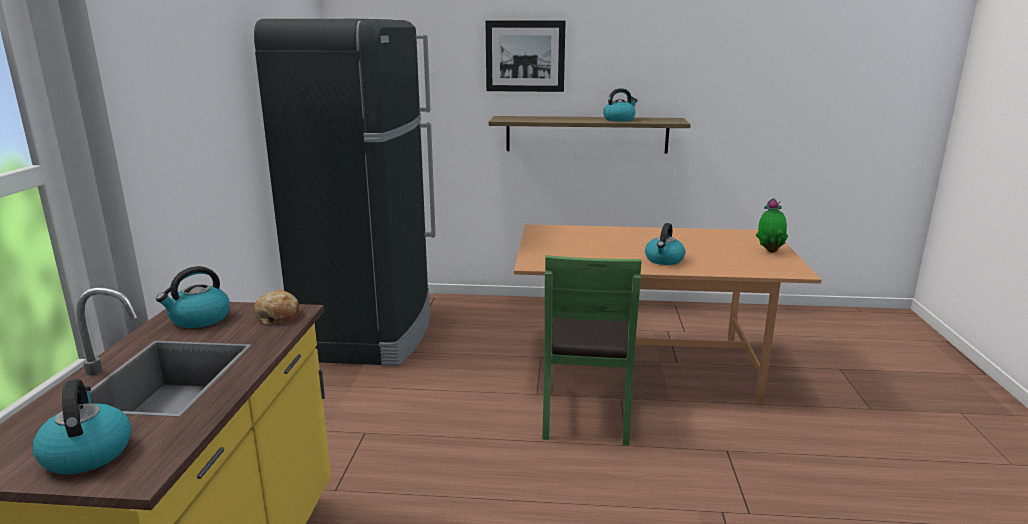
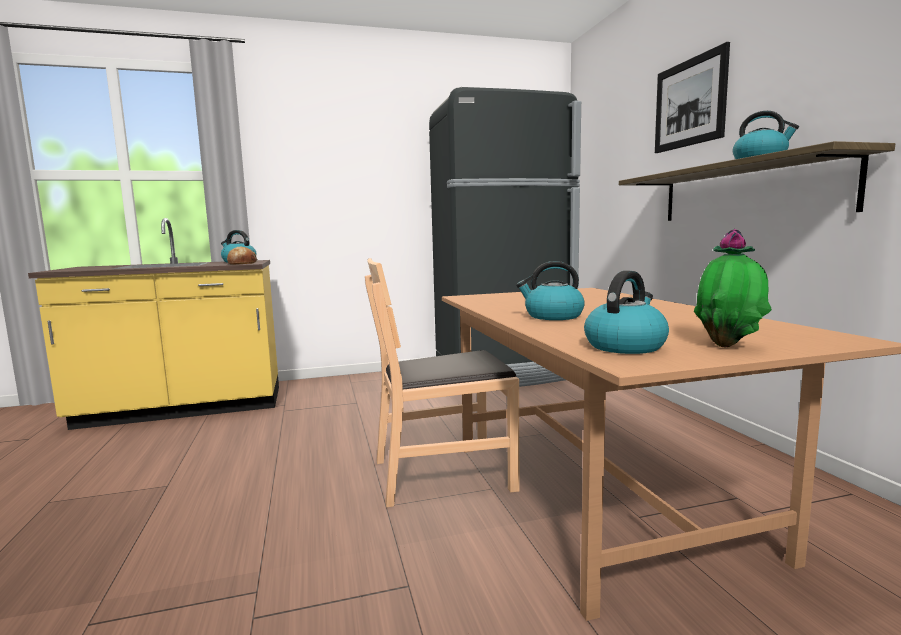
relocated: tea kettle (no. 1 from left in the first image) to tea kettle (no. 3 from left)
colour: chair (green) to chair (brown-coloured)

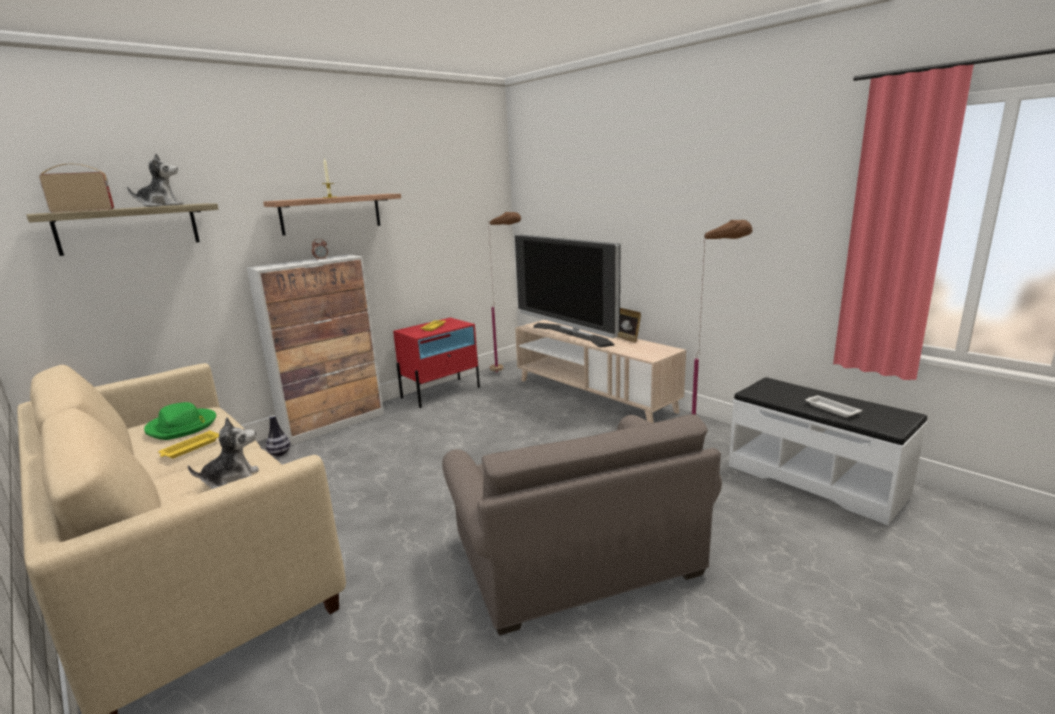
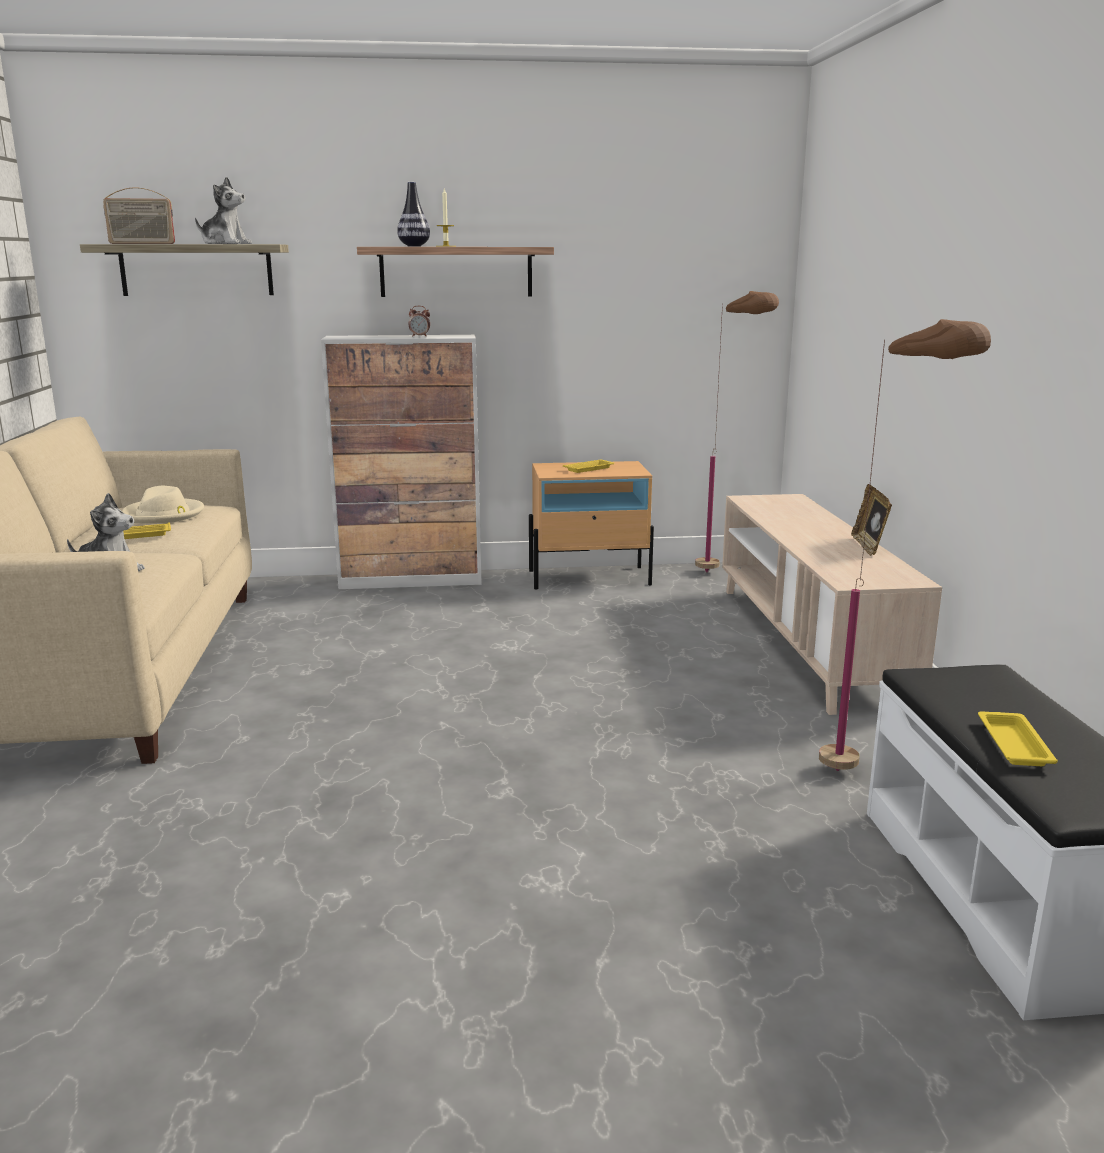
missing: easy chair (greyish); television
relocated: decorative vase
colour: clothing hat (green) to clothing hat (beige); night table (red) to night table (beige); serving tray (whitish) to serving tray (yellow) (no. 3 from left)
spun: radio set 150 degrees clockwise

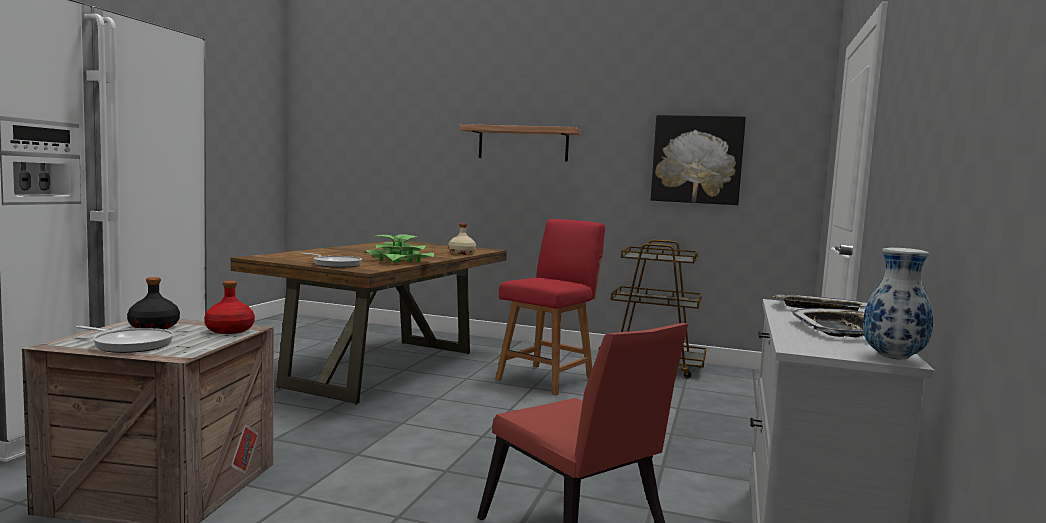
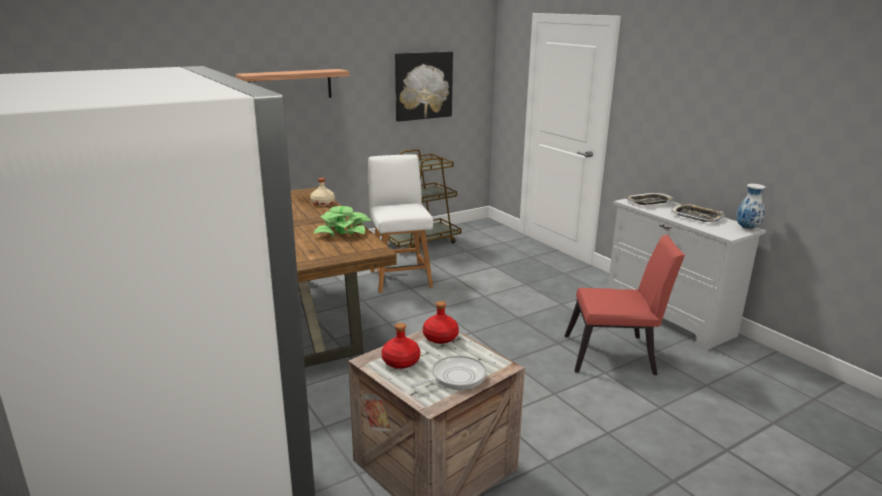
missing: skillet (no. 2 from left)
colour: chair (red) (no. 1 from left) to chair (whitish); bottle (blackish) to bottle (red) (no. 1 from left)

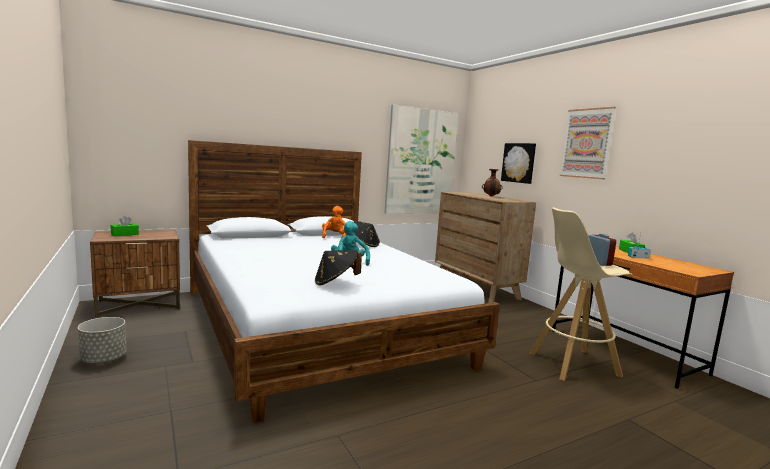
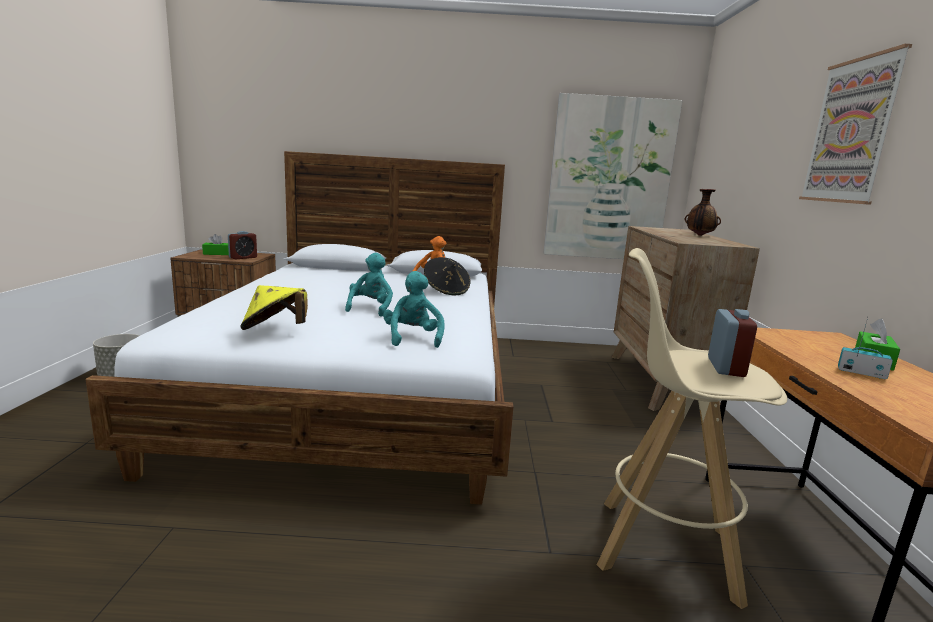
missing: wall picture (no. 2 from left)
appeared: table clock (no. 1 from left); plush toy (turquoise) (no. 2 from left)
colour: clothing hat (blackish) (no. 1 from left) to clothing hat (yellow)

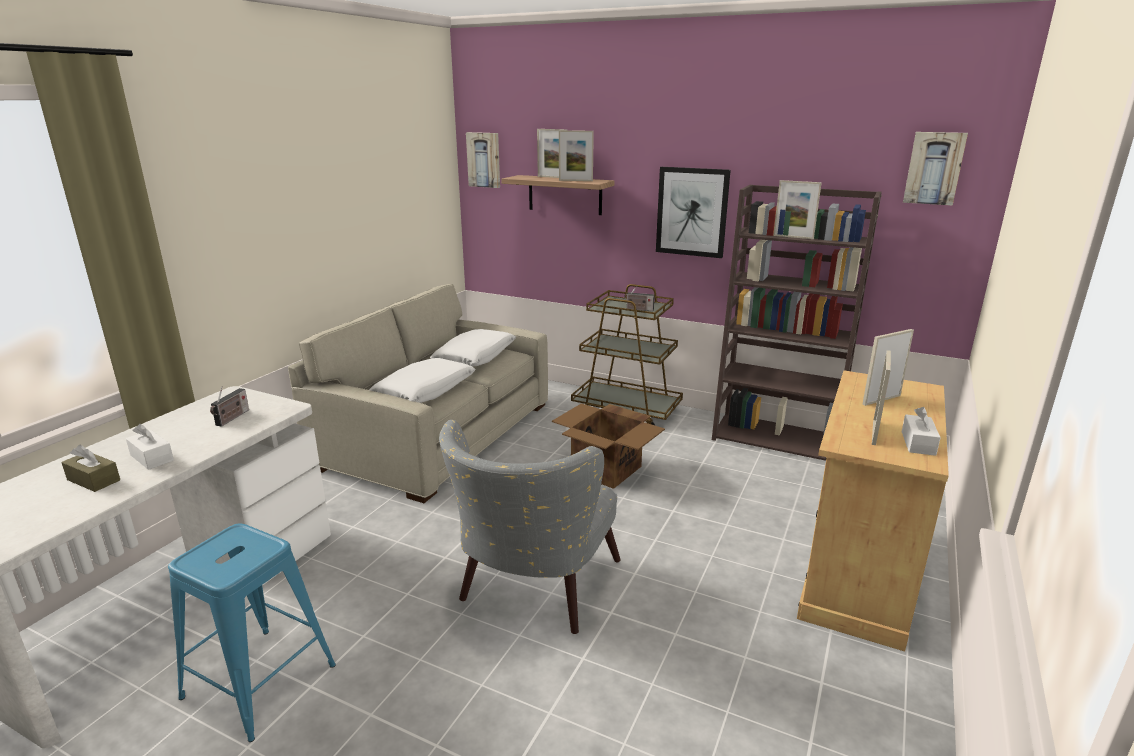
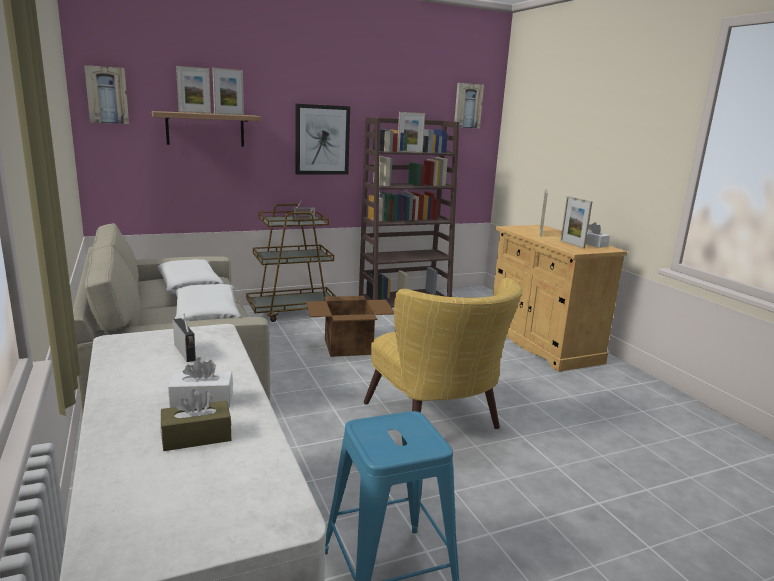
colour: easy chair (greyish) to easy chair (yellow)

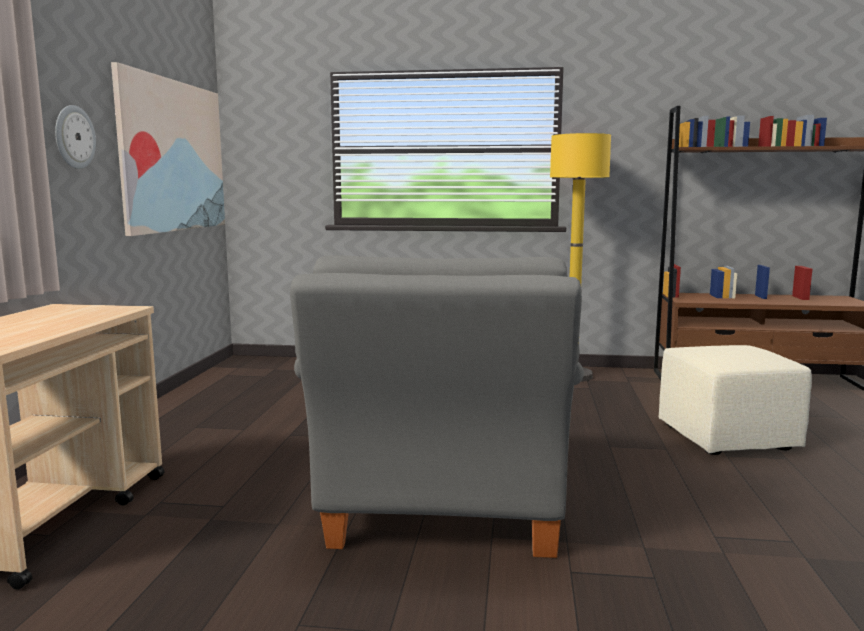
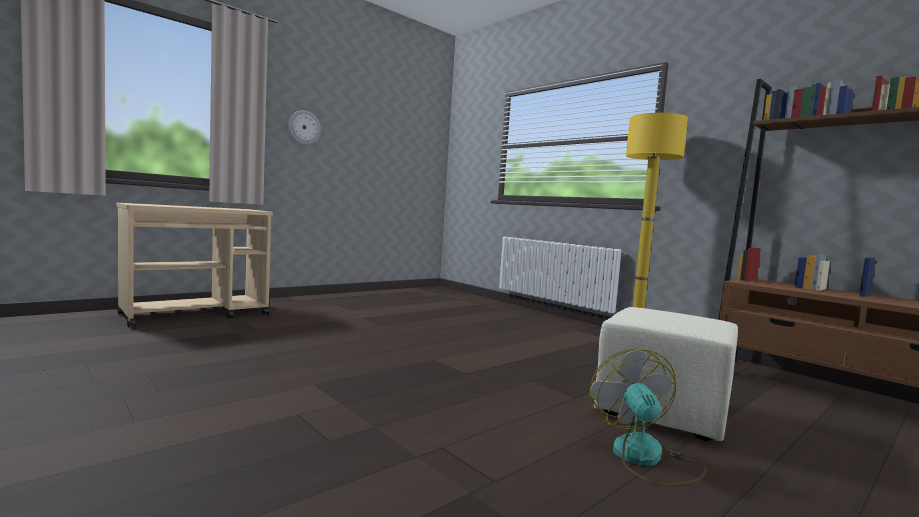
missing: wall picture; easy chair (greyish)
appeared: cooling fan

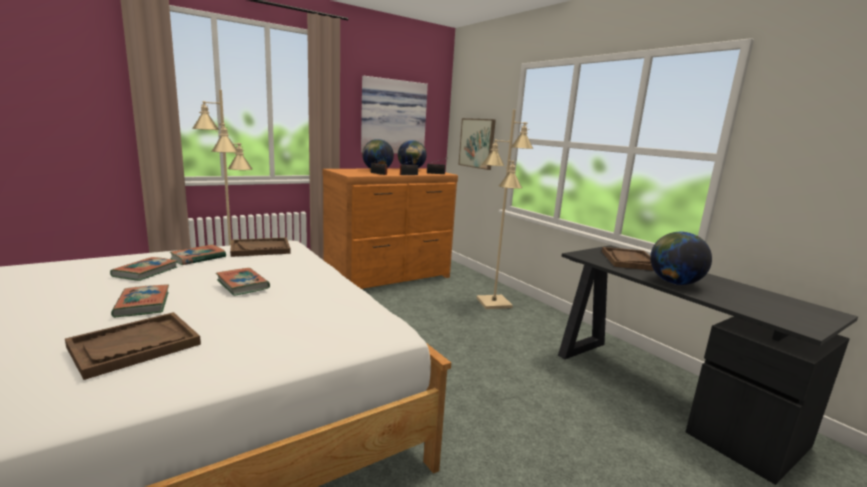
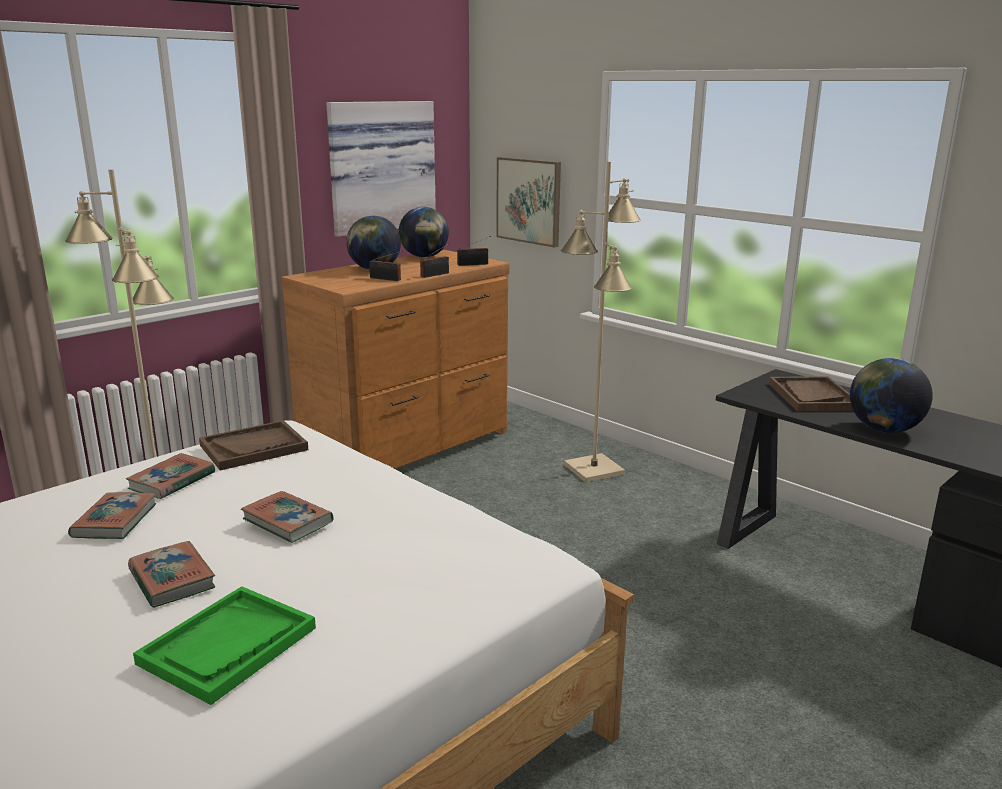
colour: serving tray (brown-coloured) (no. 1 from left) to serving tray (green)

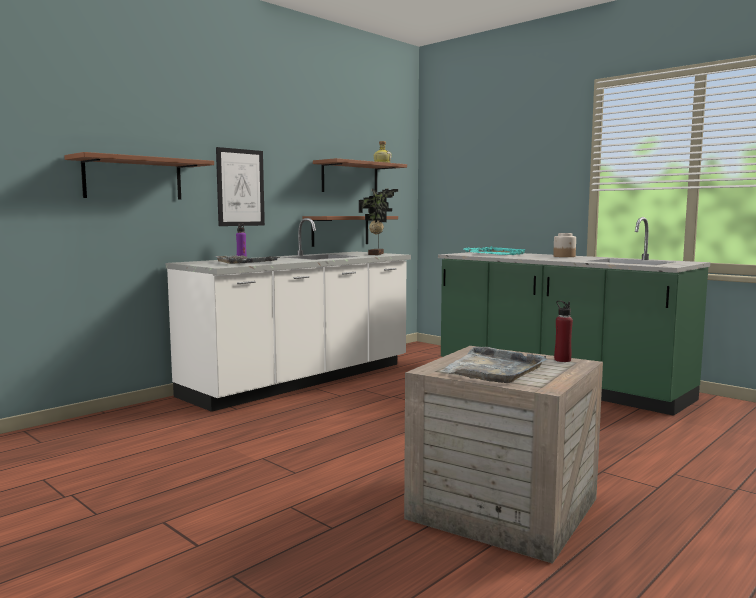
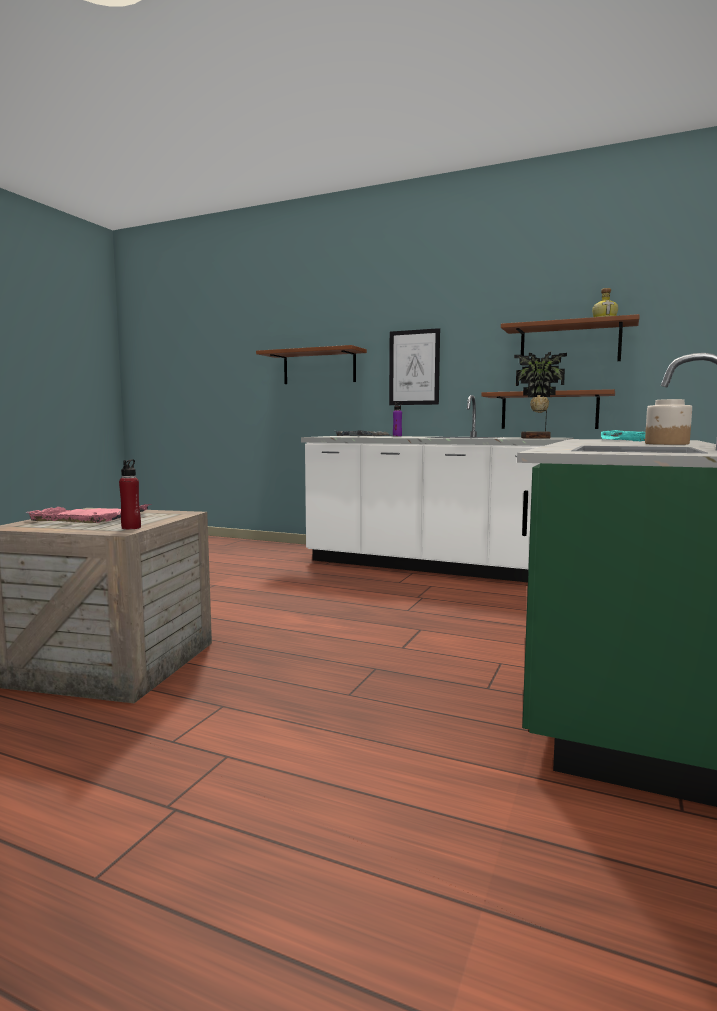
colour: serving tray (greyish) (no. 2 from left) to serving tray (pink-coloured)

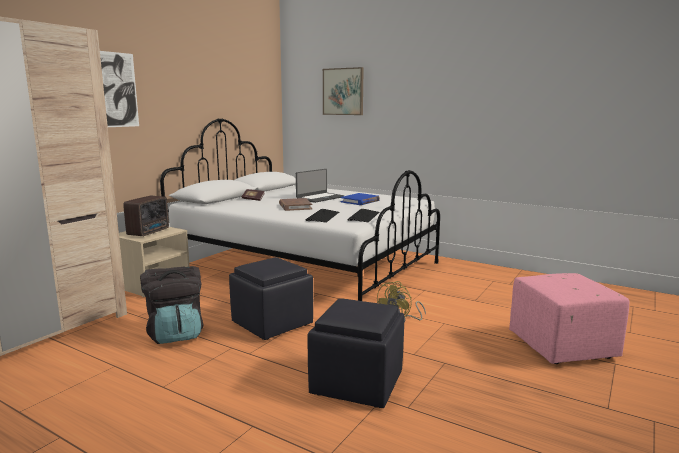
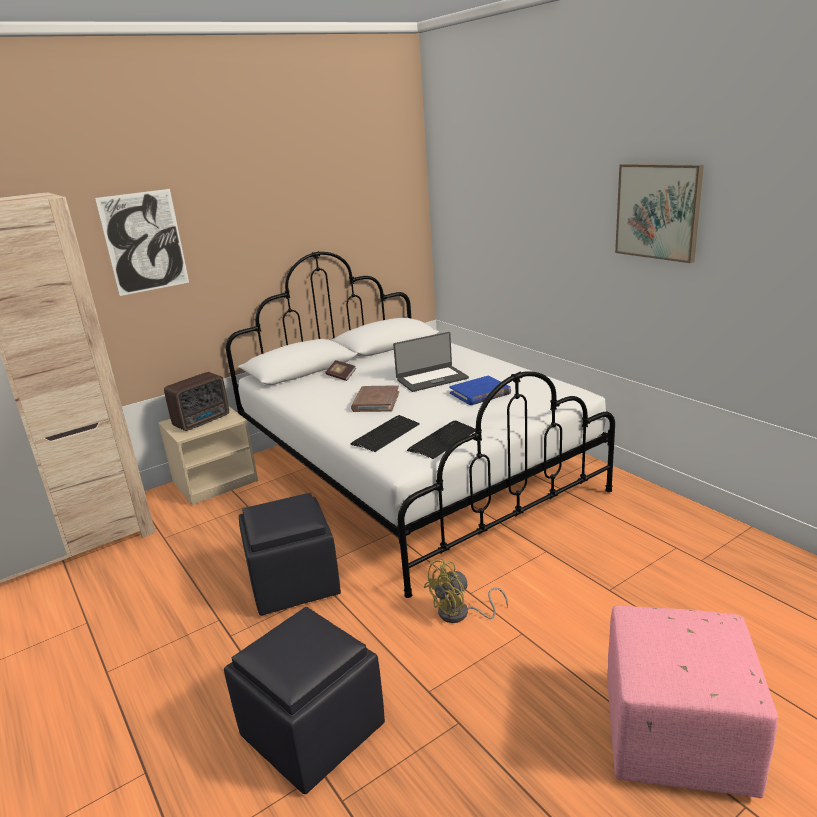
missing: backpack (blackish)
relocated: wall picture (no. 2 from left)

